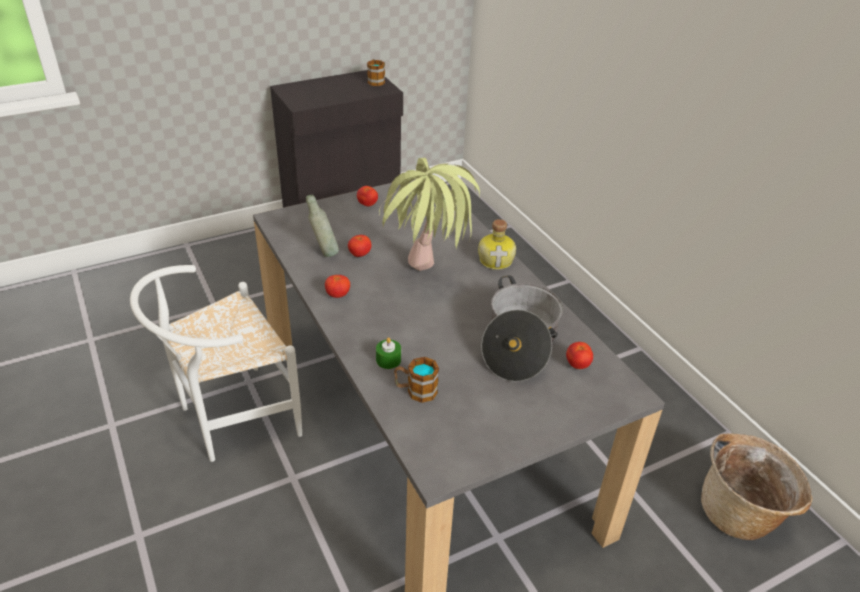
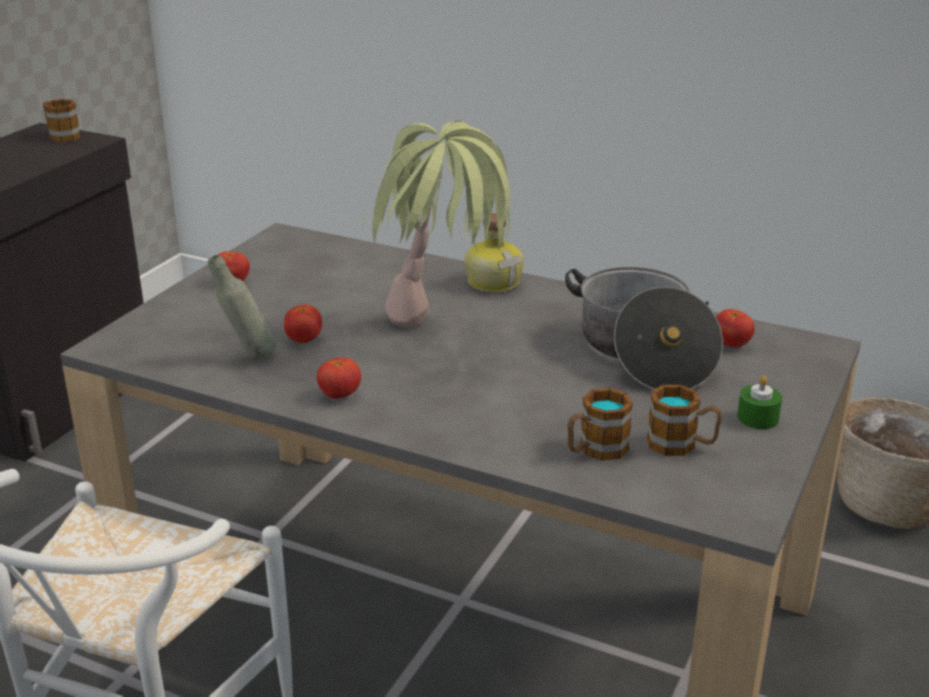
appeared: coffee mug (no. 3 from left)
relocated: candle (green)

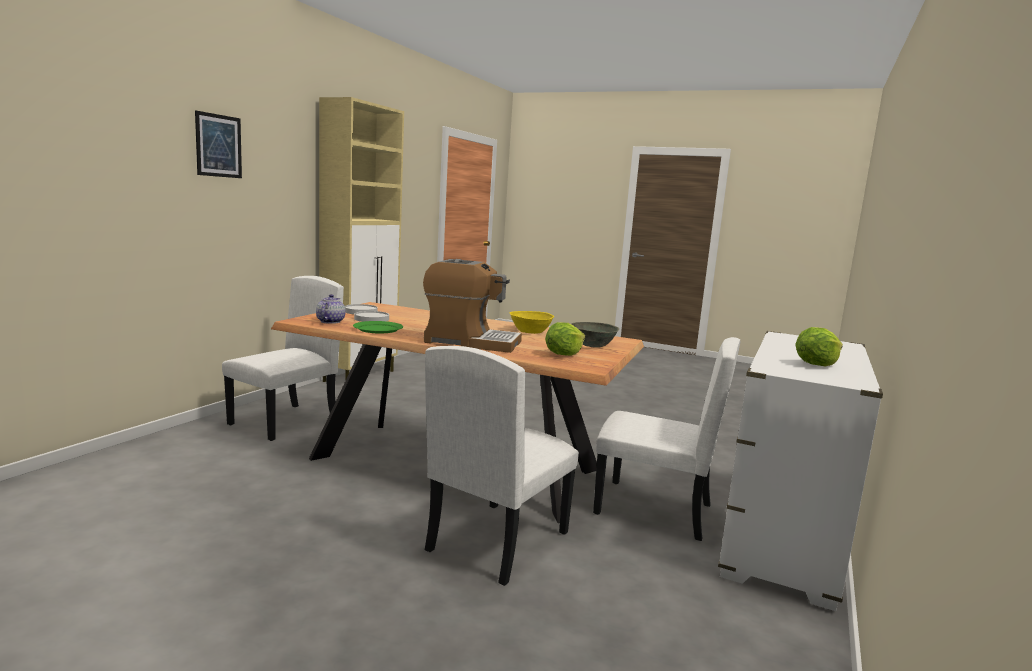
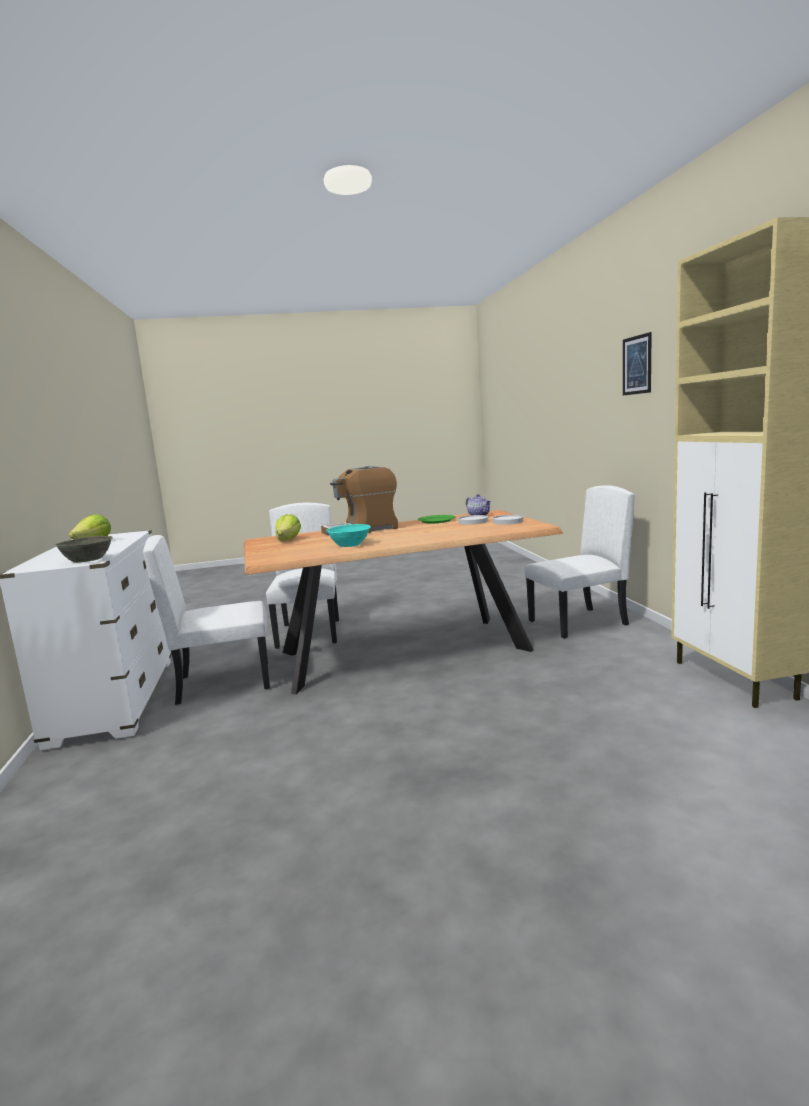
relocated: bowl (greyish)
colour: bowl (yellow) to bowl (turquoise)
spun: chair (whitish) (no. 1 from left in the first image) 105 degrees counterclockwise

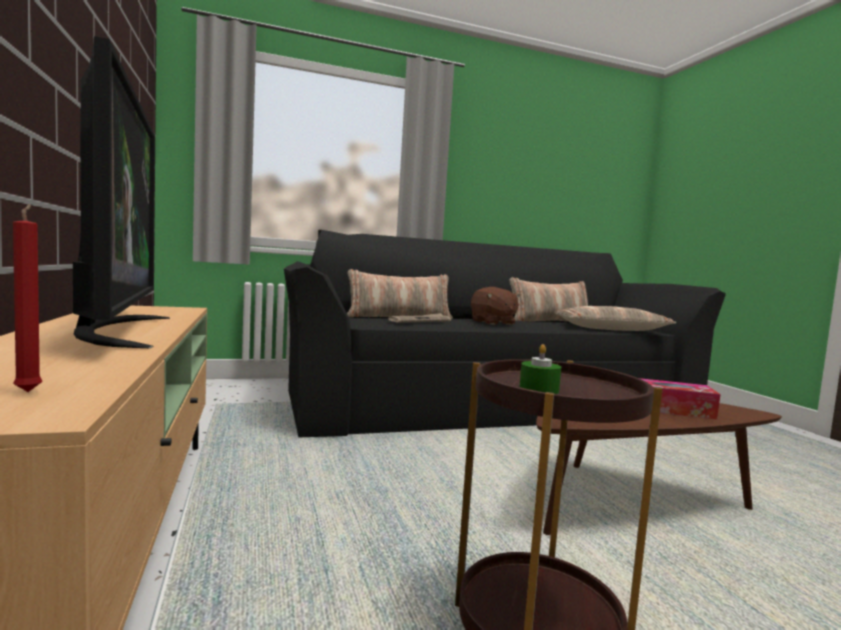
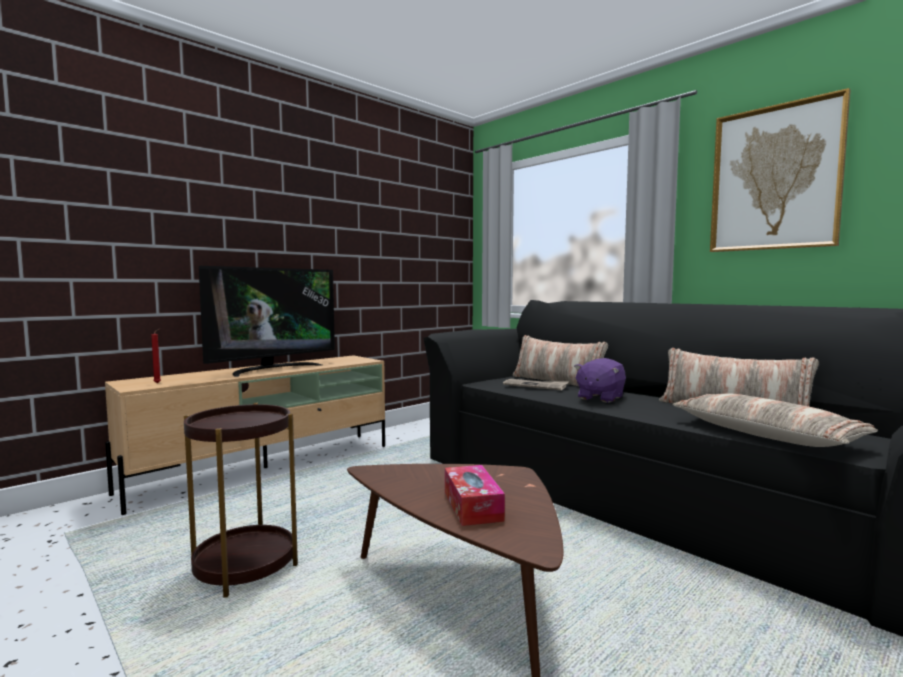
missing: candle (green)
appeared: wall picture
colour: plush toy (brown-coloured) to plush toy (purple-coloured)

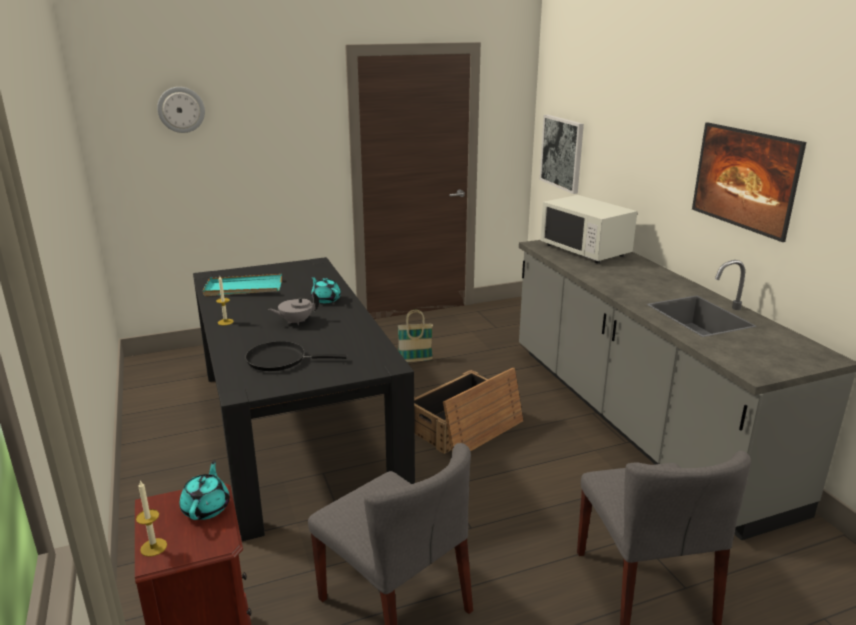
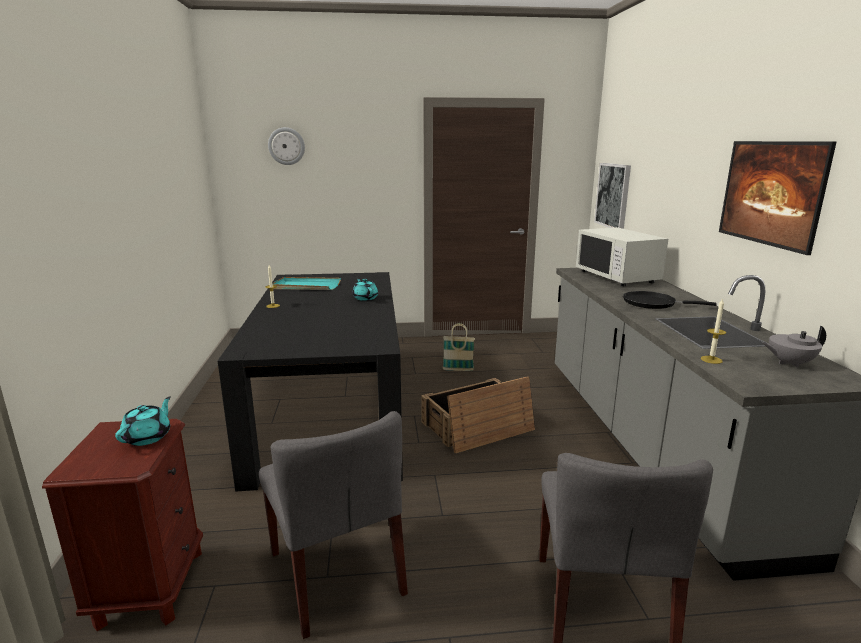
relocated: skillet (blackish); candle (no. 1 from left in the first image) to candle (no. 2 from left); pot for tea (greyish)

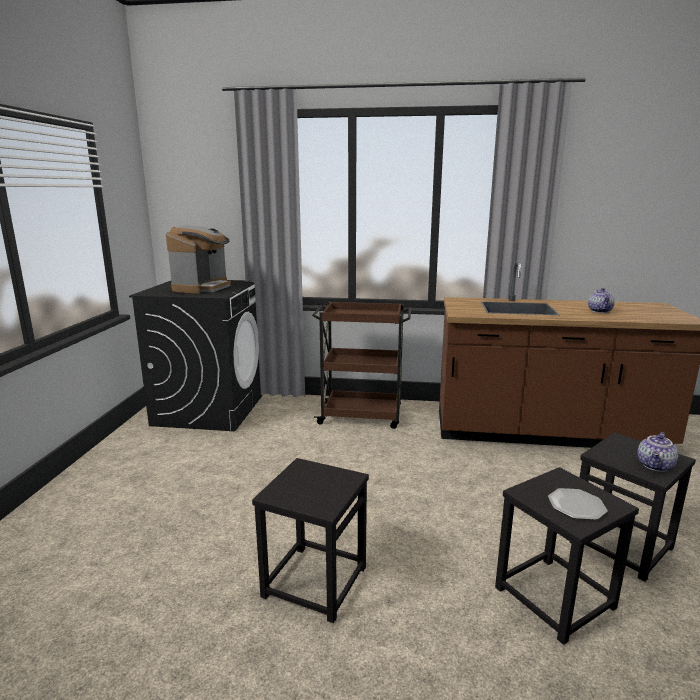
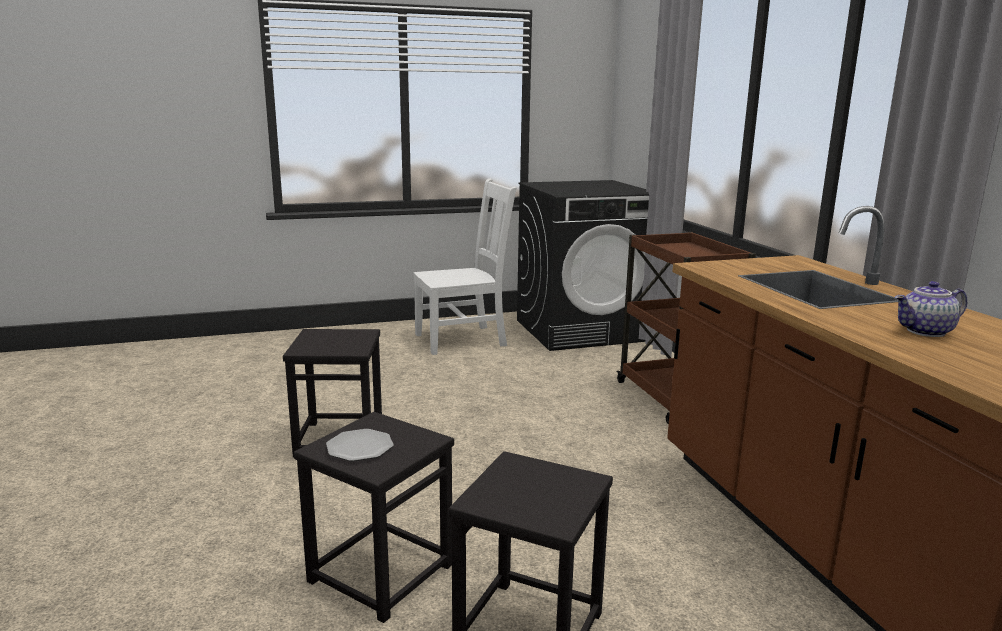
missing: coffee brewer; pot for tea (no. 2 from left)
appeared: chair (whitish)

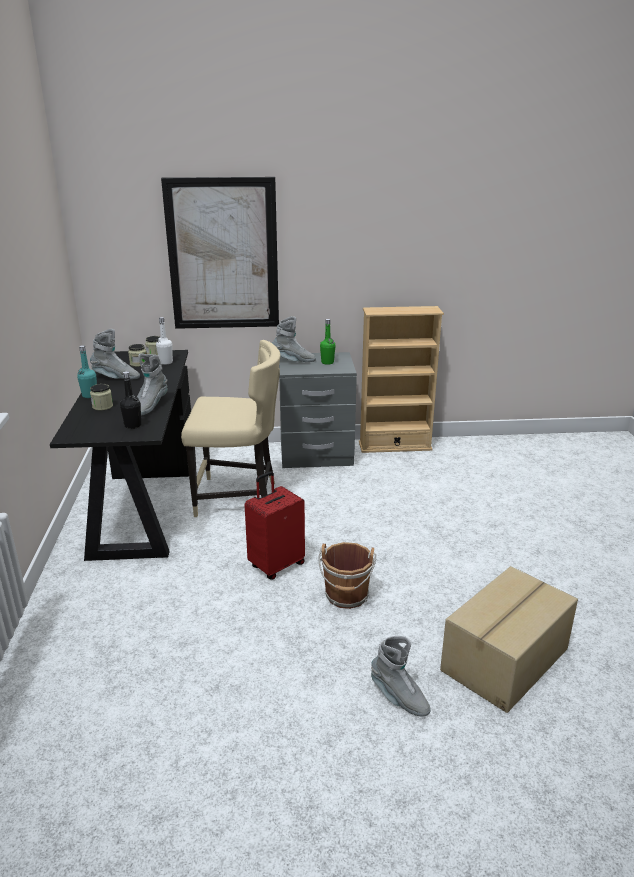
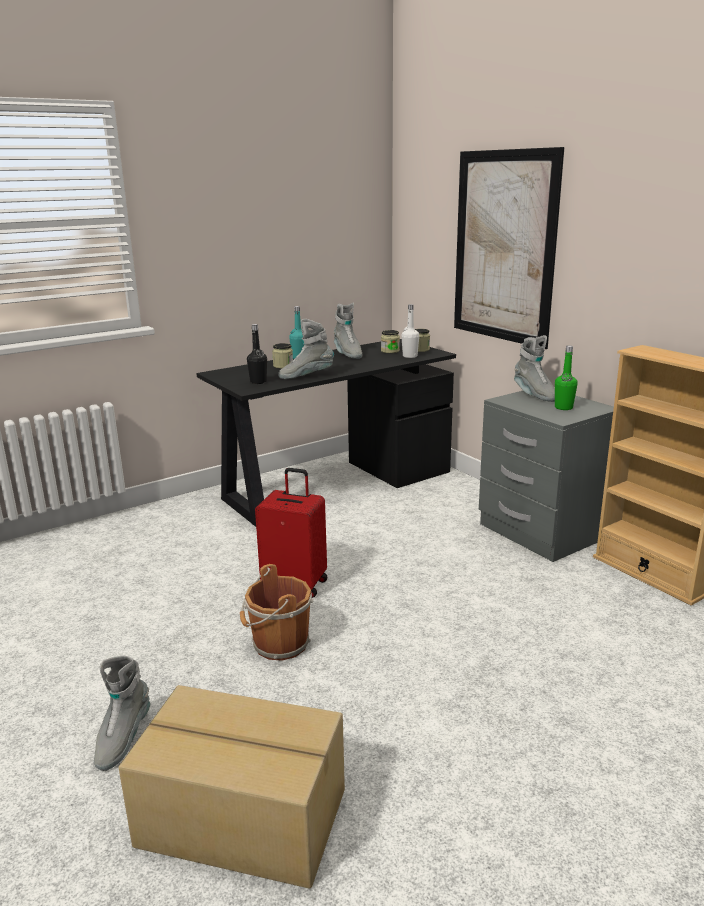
missing: chair (beige)

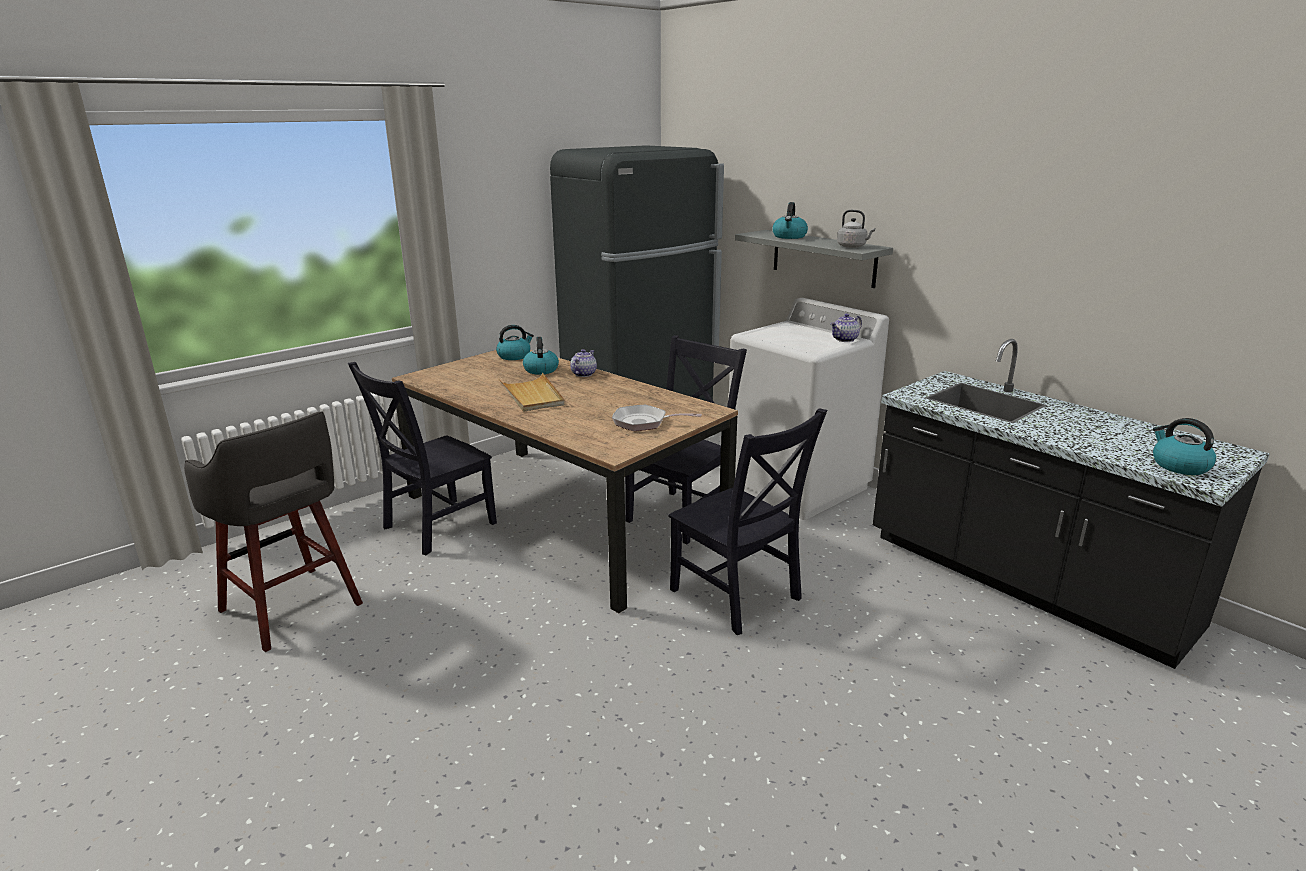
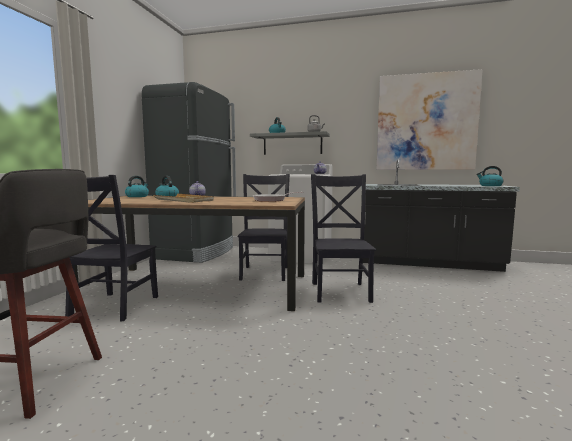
appeared: wall picture
spun: chair (blackish) (no. 3 from left) 105 degrees counterclockwise

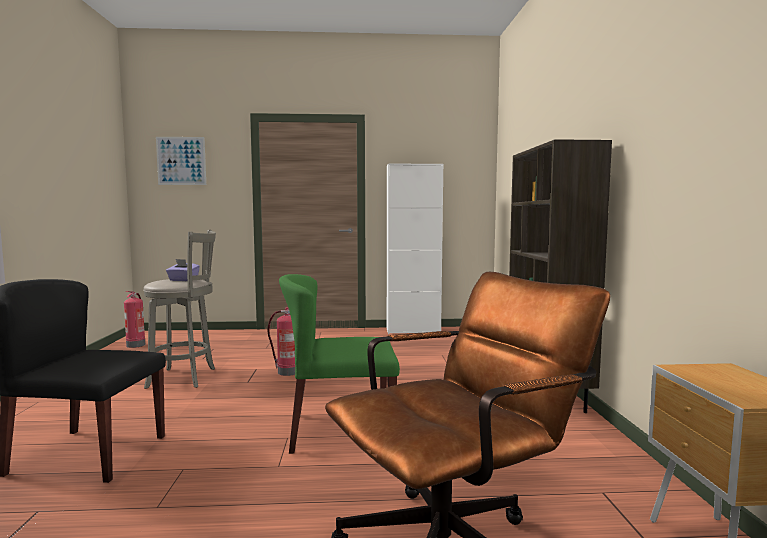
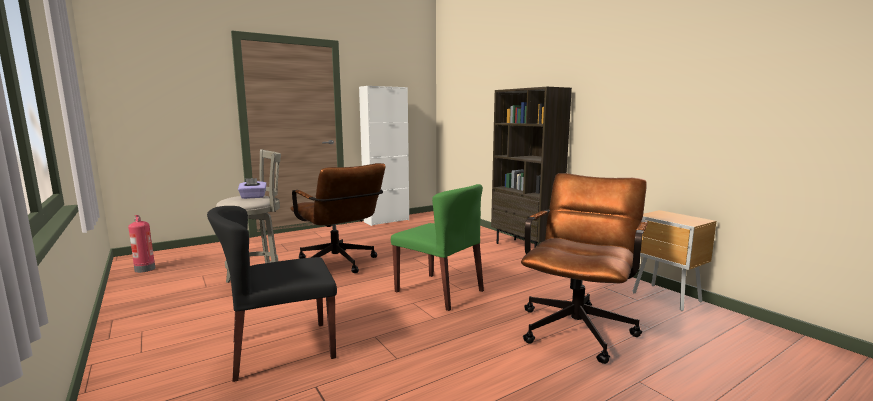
missing: wall picture
exchanged: extinguisher (no. 2 from left) to office chair (brown-coloured) (no. 1 from left)
spun: chair (green) 105 degrees counterclockwise

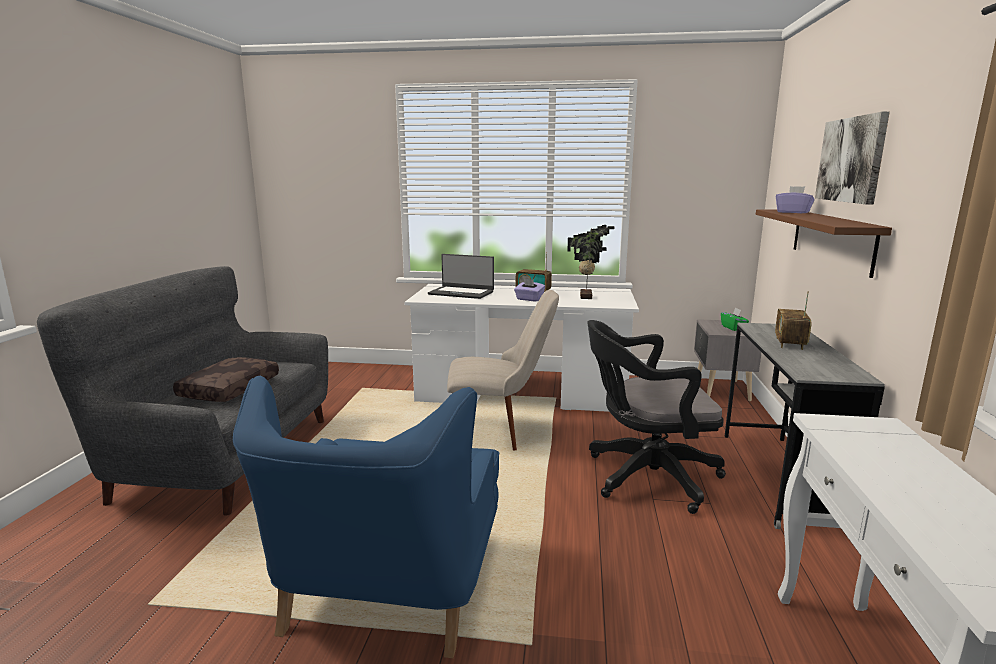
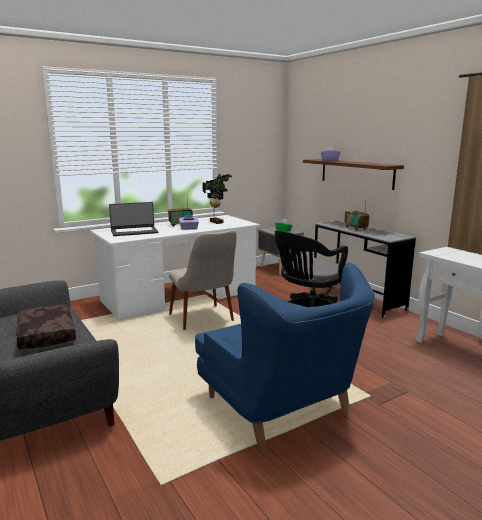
missing: wall picture
spun: chair (beige) 105 degrees clockwise

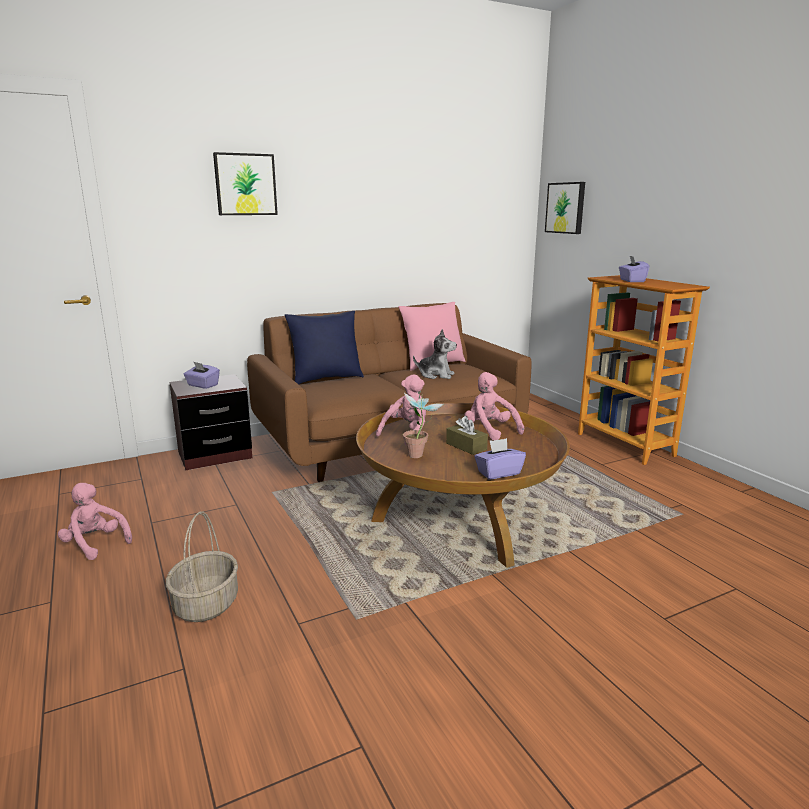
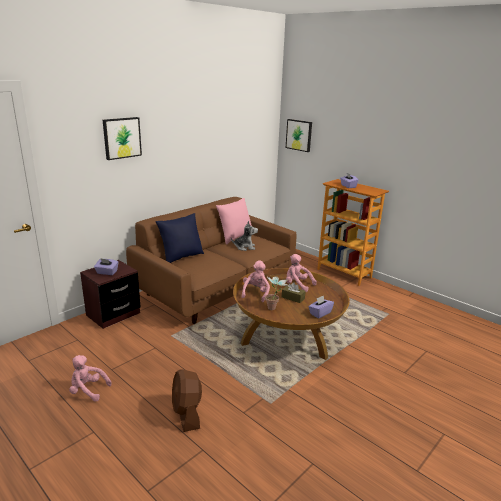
exchanged: storage basket to cooling fan (brown-coloured)

